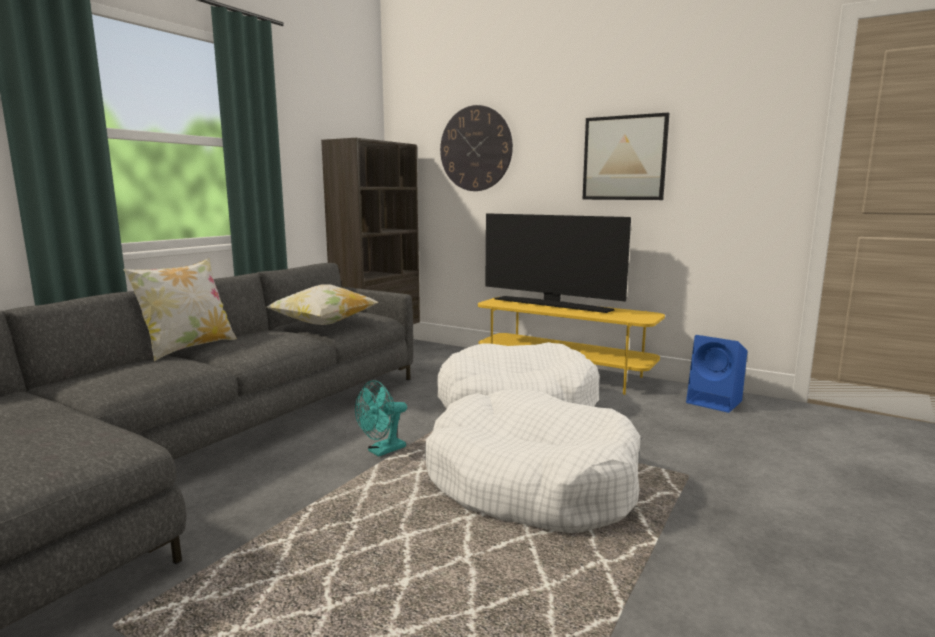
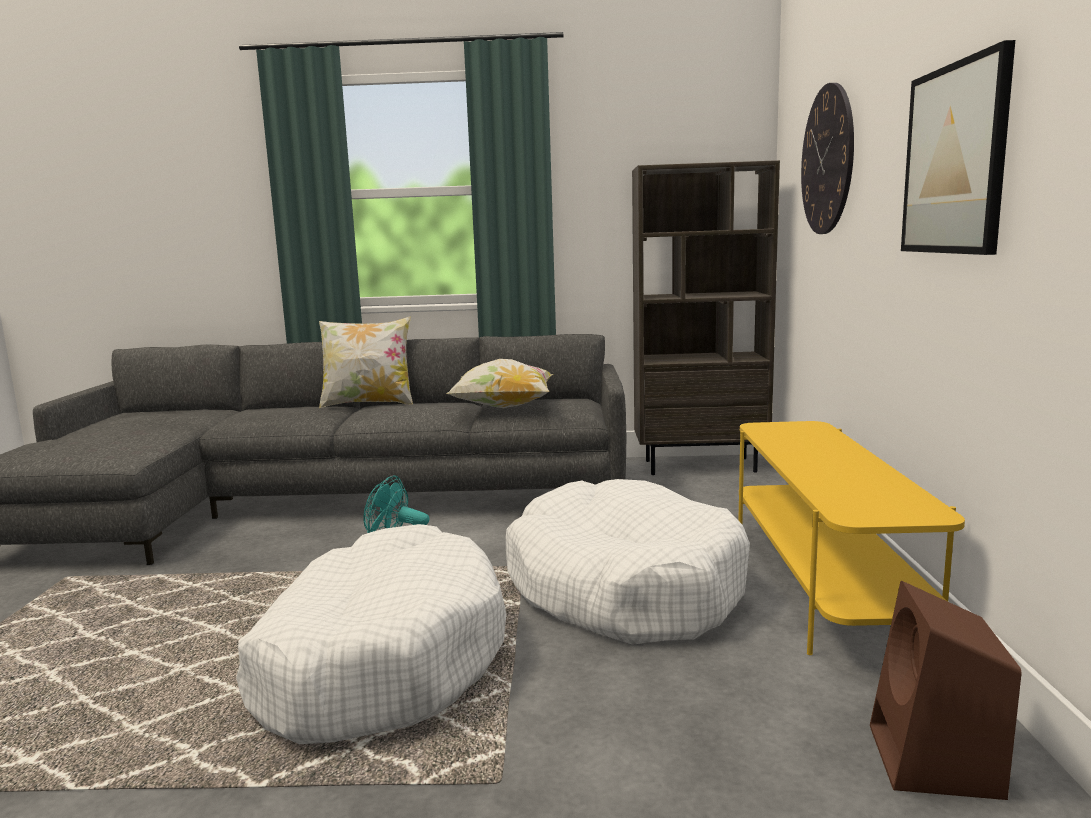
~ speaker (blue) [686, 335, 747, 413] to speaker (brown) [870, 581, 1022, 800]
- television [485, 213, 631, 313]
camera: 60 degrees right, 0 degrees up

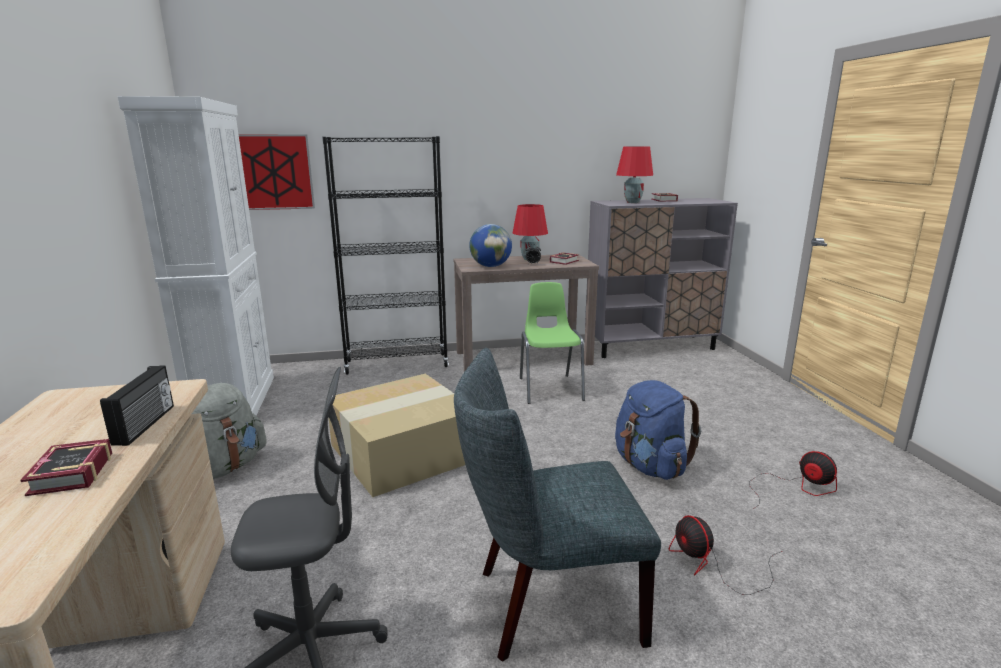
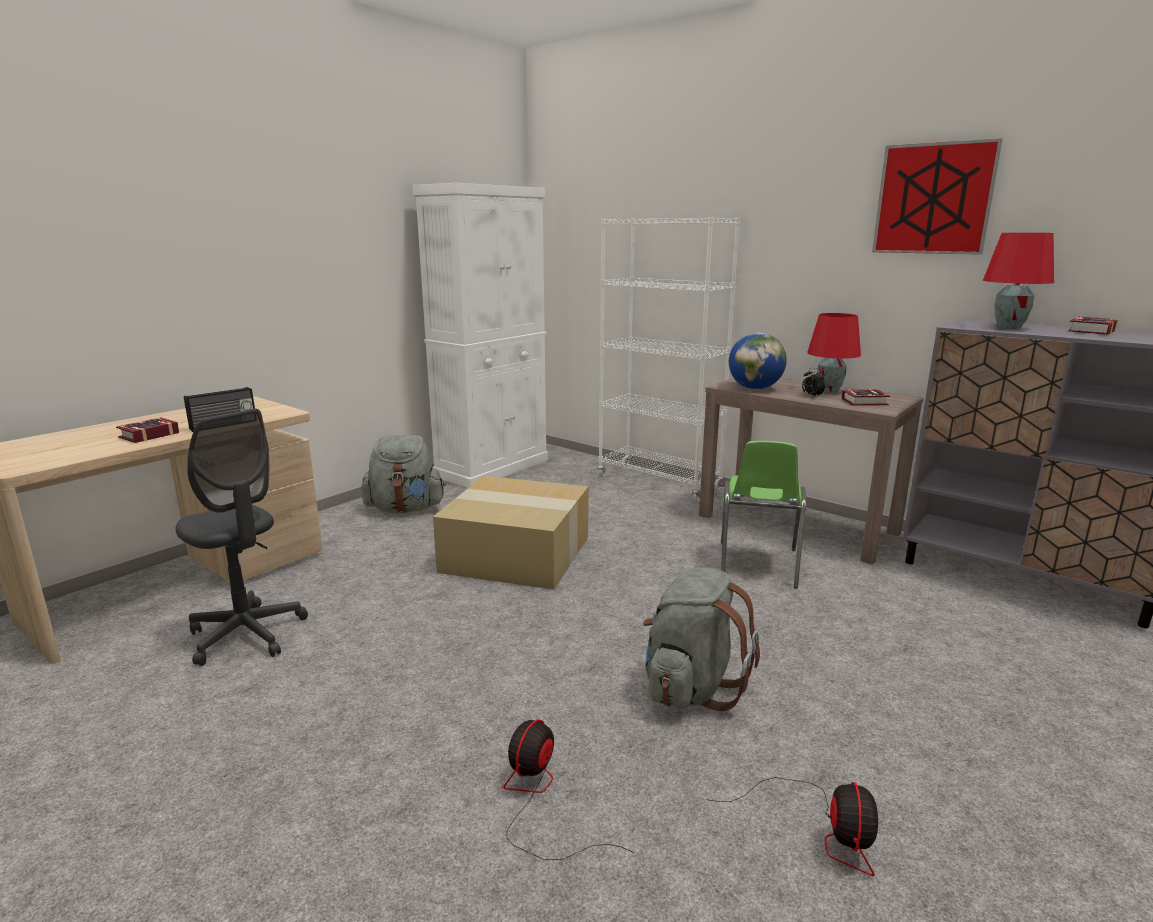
~ bookcase (black) [322, 136, 449, 375] to bookcase (white) [598, 217, 740, 503]
~ backpack (blue) [615, 380, 701, 480] to backpack (grey) [643, 568, 760, 711]
~ chair (green) [520, 282, 585, 404] = [721, 441, 806, 588] 150 degrees clockwise
~ picture [239, 134, 315, 210] to [872, 138, 1003, 255]
- chair (grey) [454, 348, 661, 662]
camera: 50 degrees right, 0 degrees up

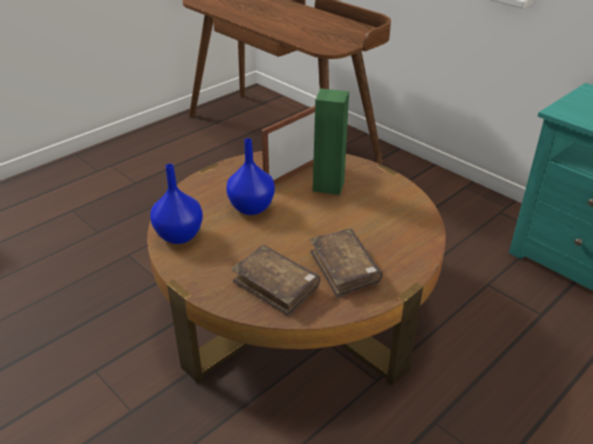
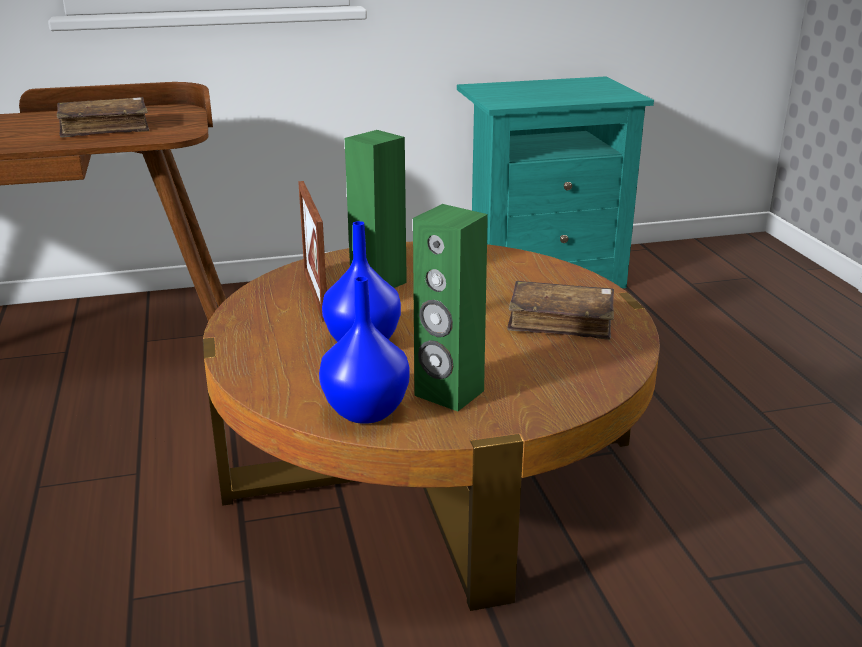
~ book (brown) [231, 245, 320, 316] to [57, 97, 149, 138]
+ speaker (green) [413, 204, 488, 411]
camera: 60 degrees left, 10 degrees down

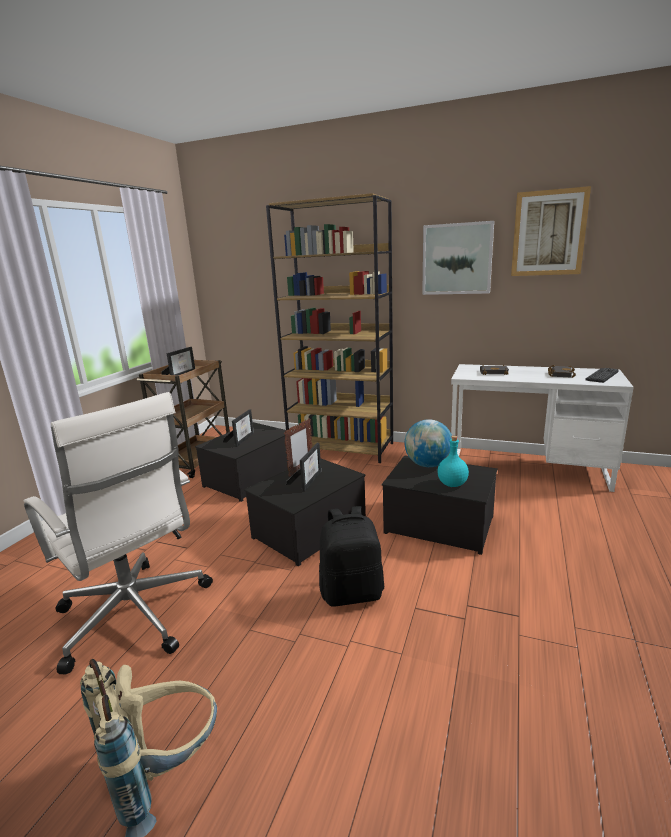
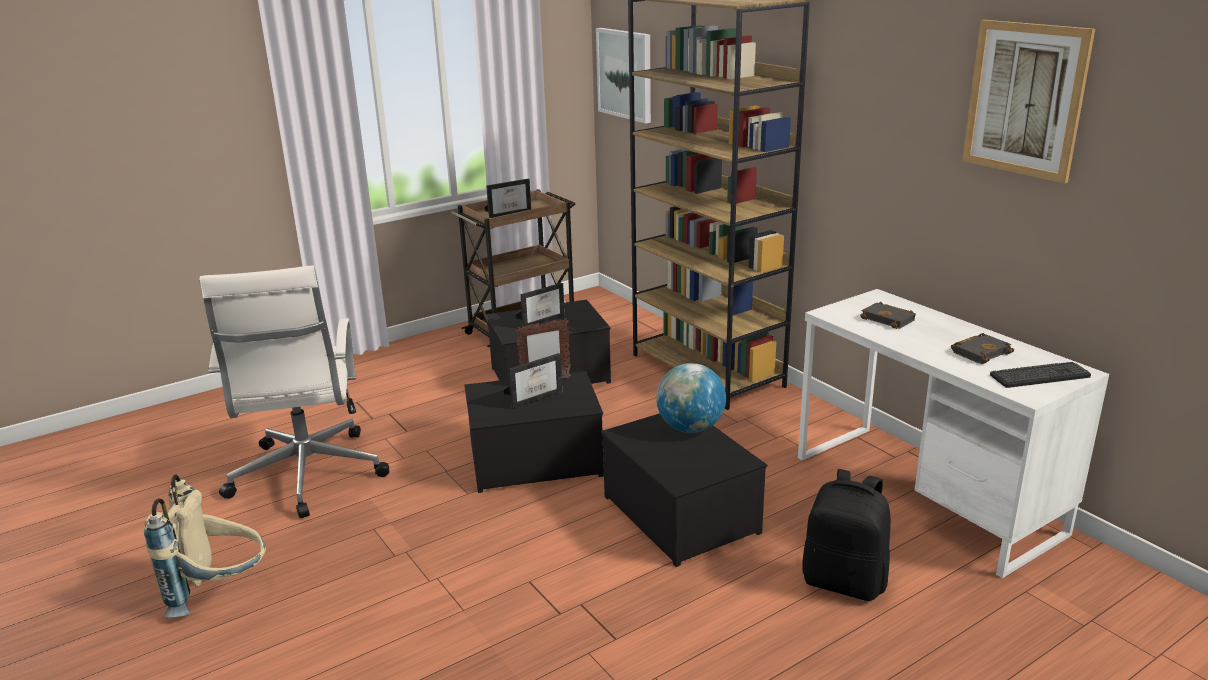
~ picture [422, 221, 494, 295] to [596, 28, 651, 123]
~ backpack (black) [319, 506, 384, 607] to [802, 469, 891, 601]
- bottle (turquoise) [437, 436, 469, 487]
camera: 35 degrees right, 5 degrees up

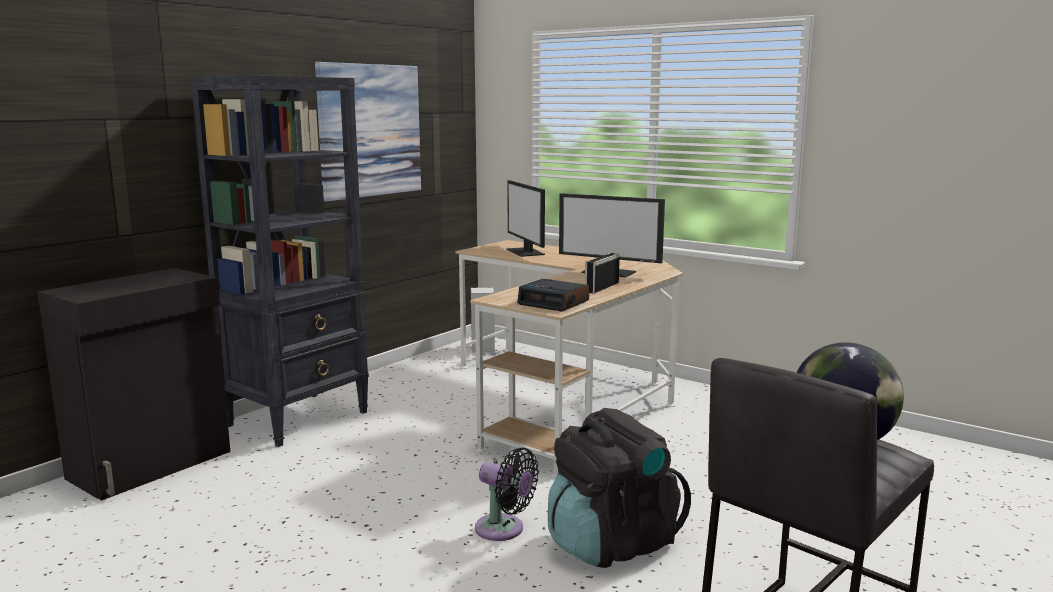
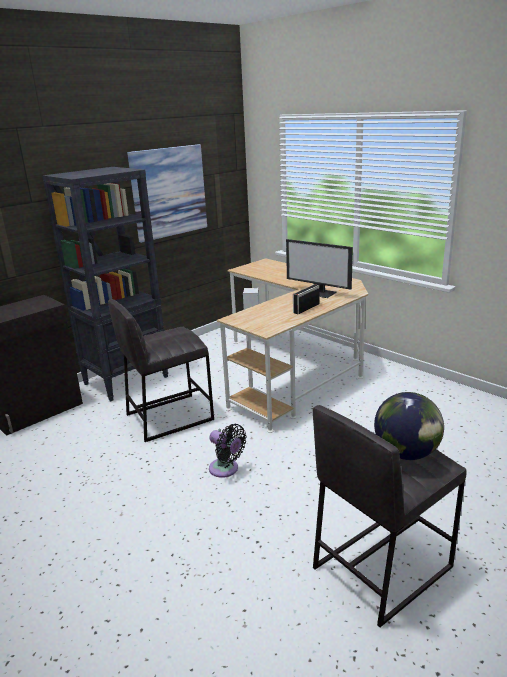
+ stool (grey) [108, 299, 214, 442]
- monitor [506, 180, 545, 257]
- alarm clock [517, 279, 589, 311]
- backpack (black) [548, 408, 691, 568]
camera: 10 degrees right, 10 degrees up

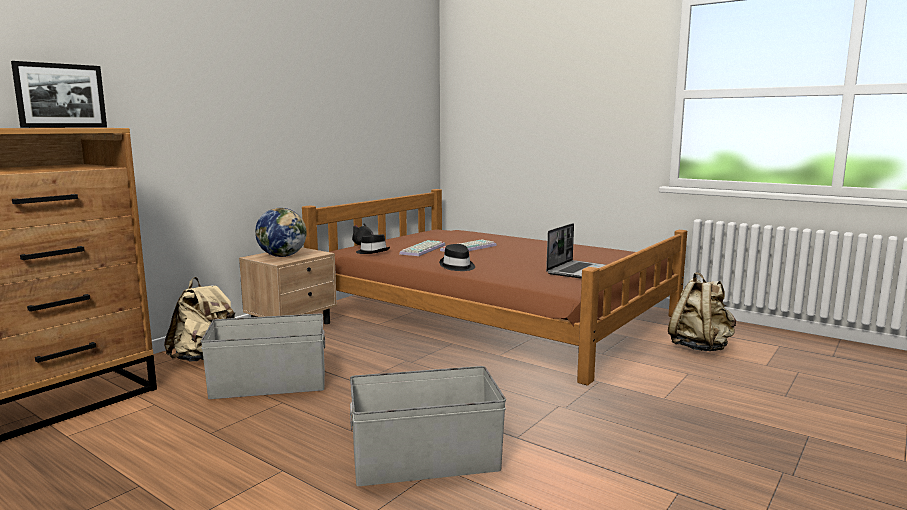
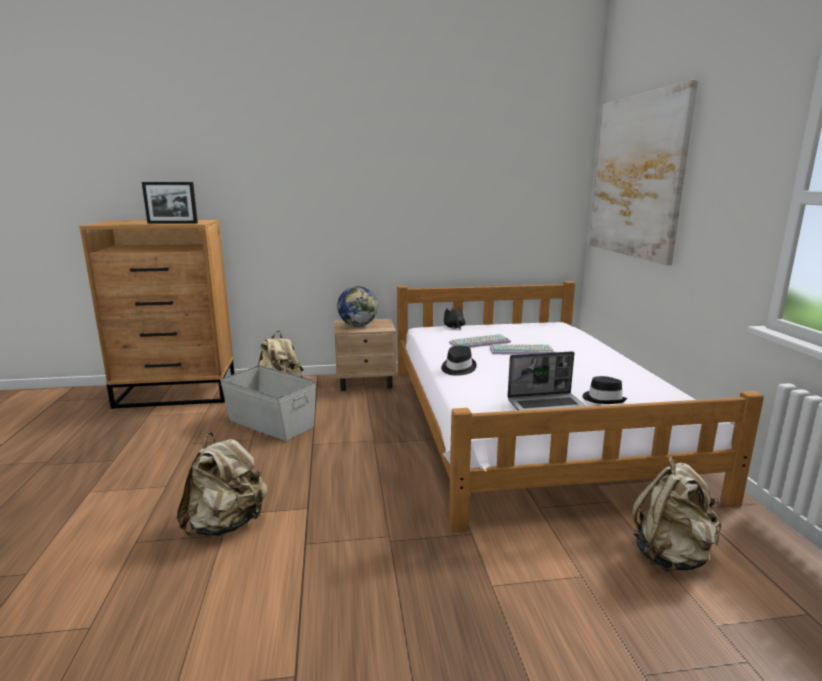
~ storage box (grey) [350, 366, 506, 486] to backpack (beige) [177, 432, 268, 536]
~ bed (brown) [302, 189, 687, 386] to bed (white) [397, 281, 764, 532]
~ hat (black) [356, 234, 390, 254] to [582, 376, 627, 404]
+ picture [590, 80, 698, 265]
camera: 45 degrees right, 5 degrees up

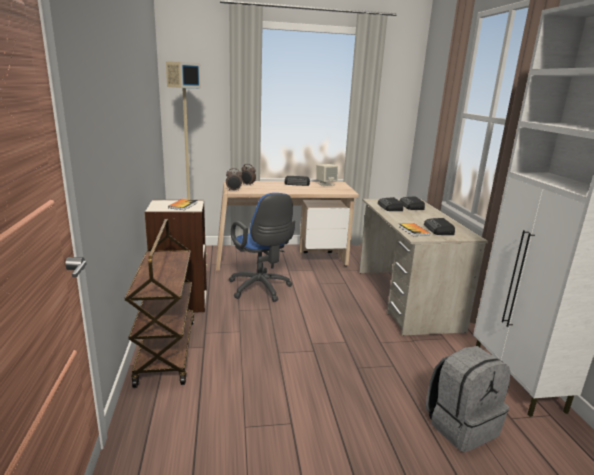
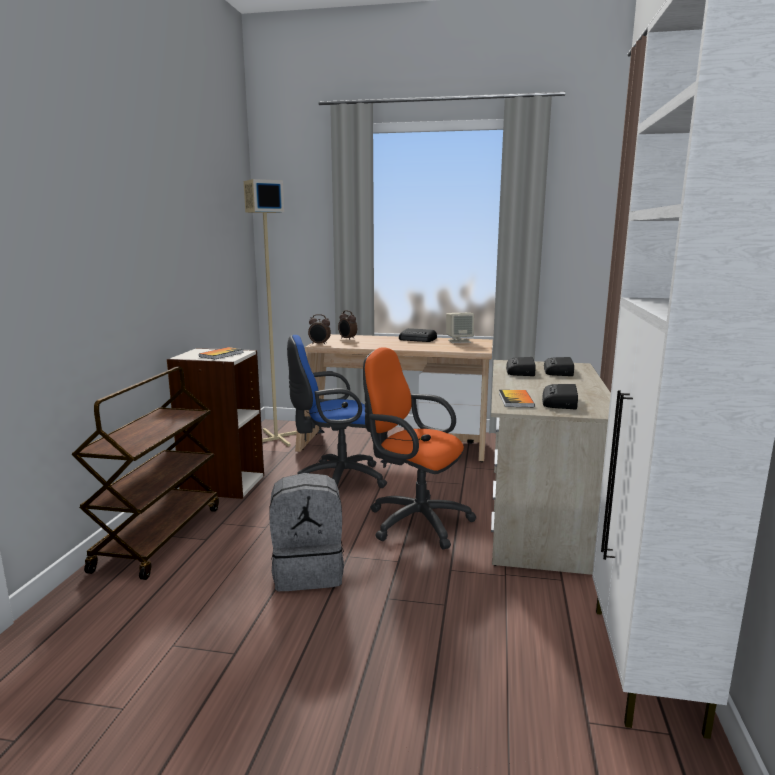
~ backpack (grey) [426, 346, 511, 452] to [269, 473, 344, 591]
~ office chair (blue) [229, 193, 295, 302] = [287, 335, 387, 488] 90 degrees clockwise
+ office chair (orange) [363, 347, 476, 549]
camera: 20 degrees right, 5 degrees down

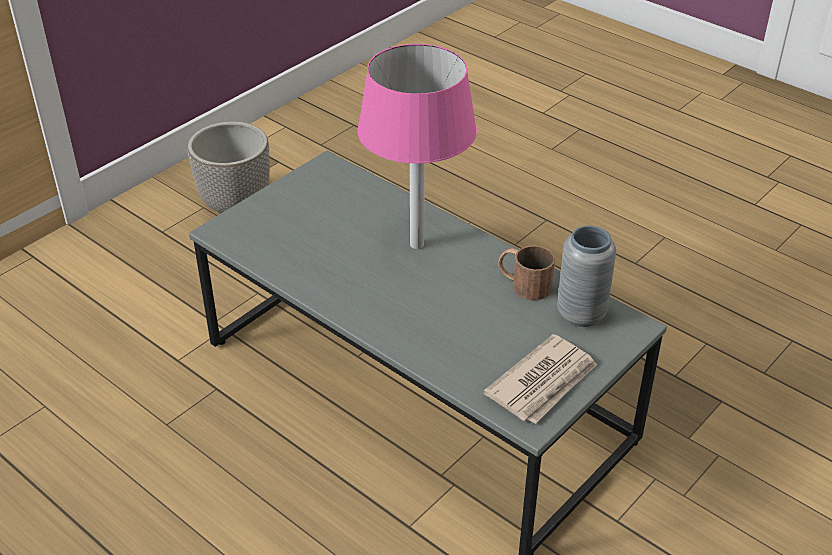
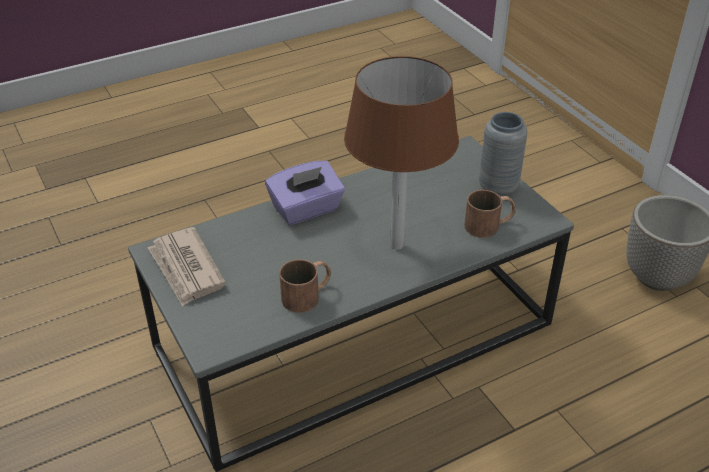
+ tissue box (purple) [265, 161, 345, 225]
~ table lamp (pink) [357, 44, 477, 249] to table lamp (brown) [344, 56, 459, 250]
+ mug (brown) [465, 190, 516, 238]
~ vase (grey) [557, 225, 616, 327] to [479, 112, 528, 197]
camera: 110 degrees right, 0 degrees up

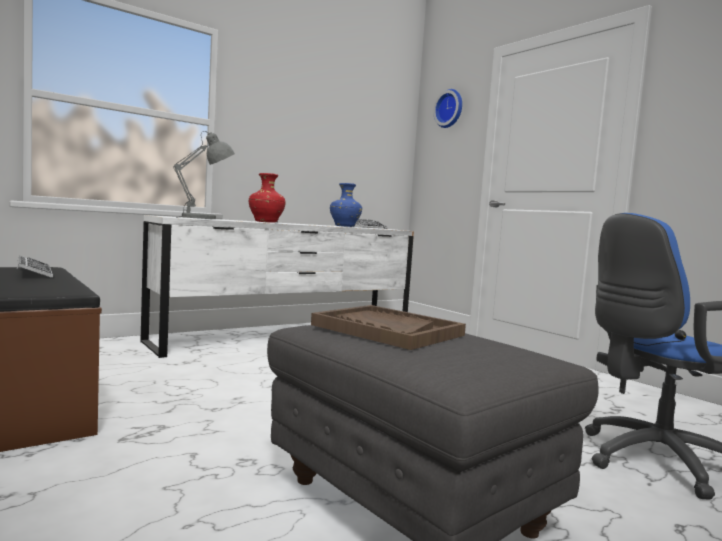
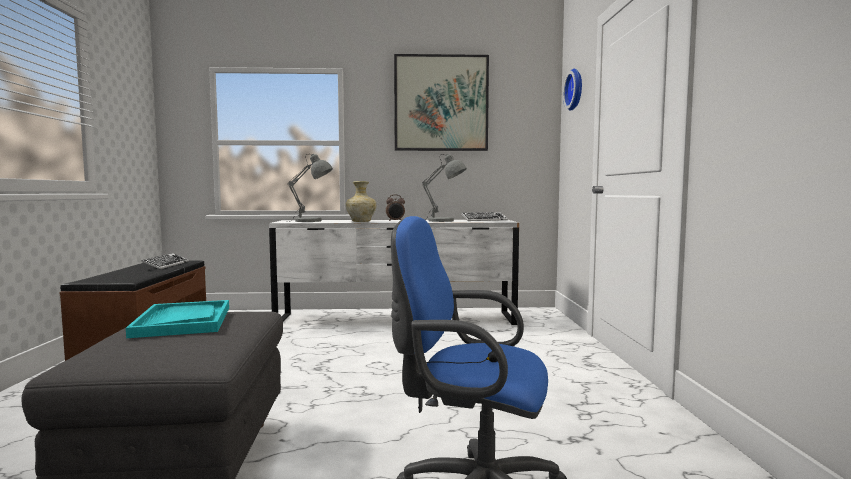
~ tray (brown) [311, 305, 466, 350] to tray (turquoise) [126, 300, 229, 338]
~ vase (red) [249, 173, 286, 223] to vase (beige) [346, 181, 377, 222]
+ alarm clock [386, 195, 405, 221]
+ picture [394, 54, 489, 151]
~ vase (blue) [330, 183, 362, 227] to table lamp (grey) [422, 154, 467, 222]
camera: 35 degrees right, 0 degrees up

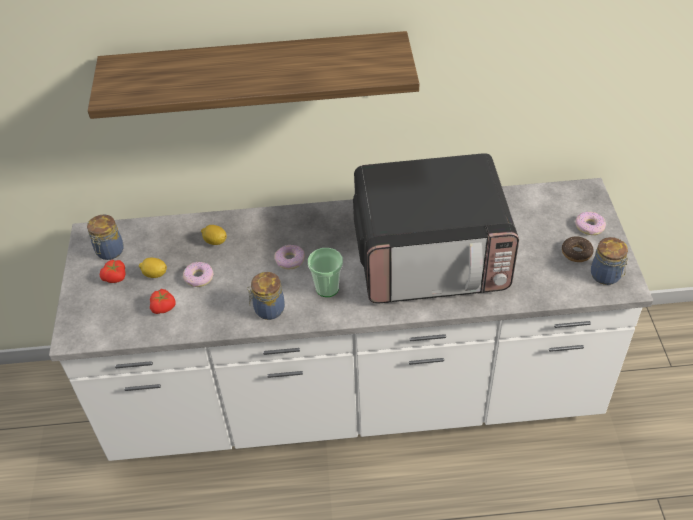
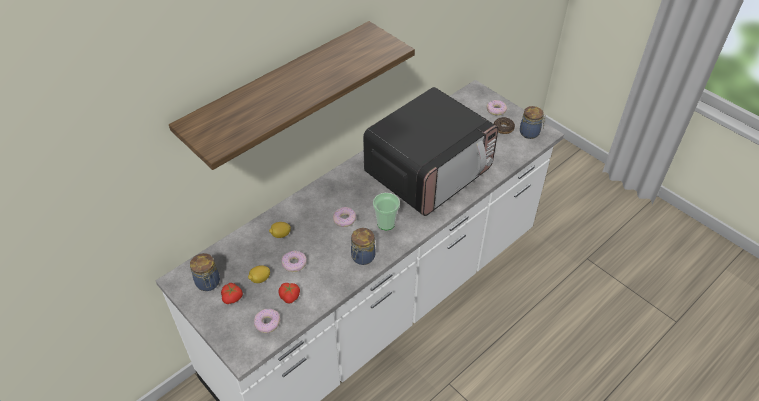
+ donut [254, 309, 280, 333]
camera: 40 degrees left, 0 degrees up

